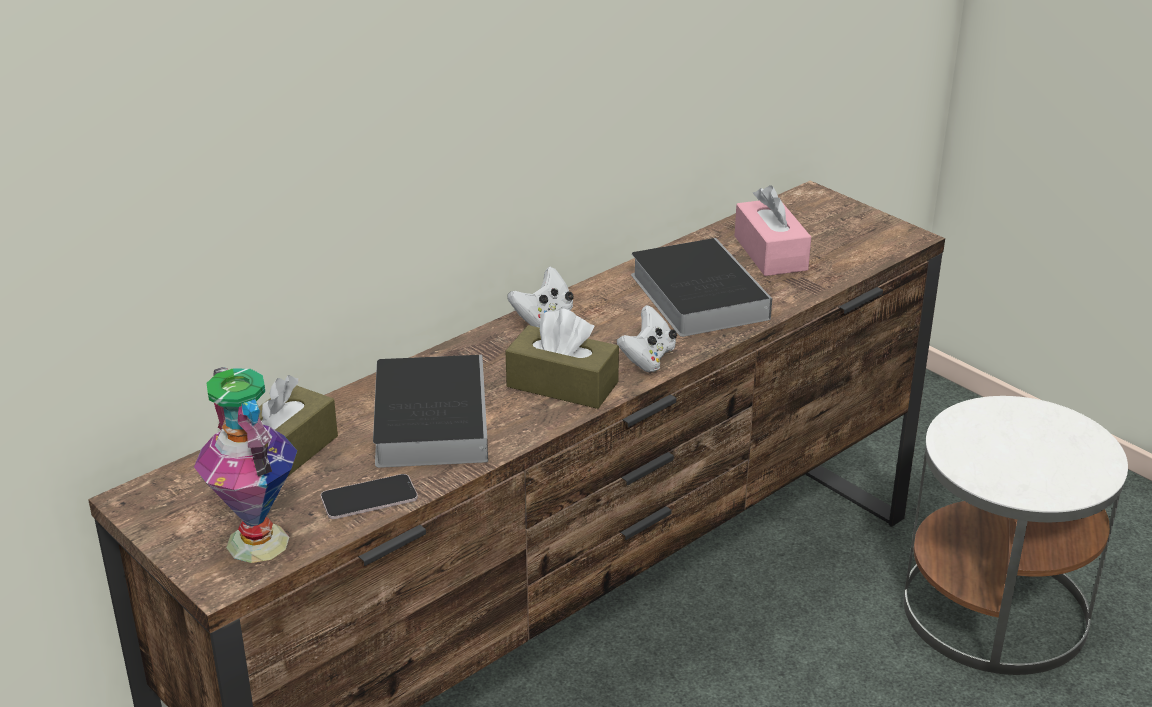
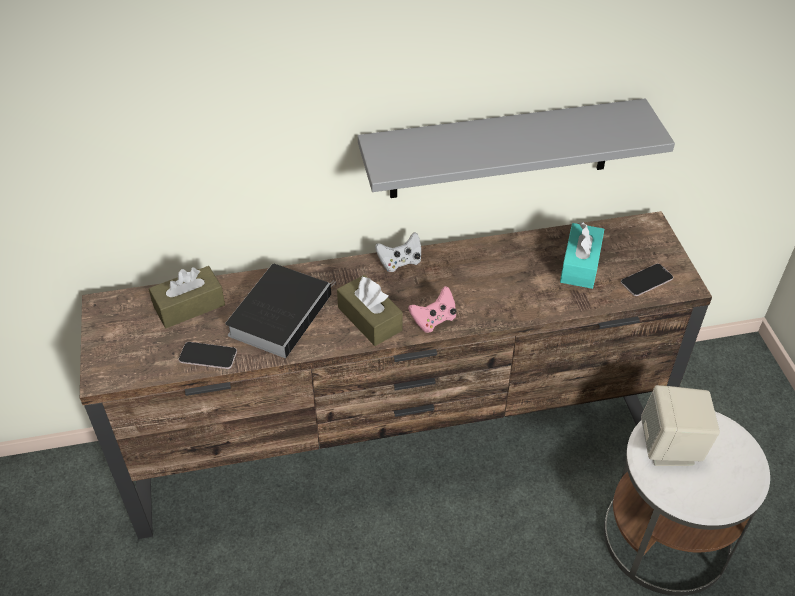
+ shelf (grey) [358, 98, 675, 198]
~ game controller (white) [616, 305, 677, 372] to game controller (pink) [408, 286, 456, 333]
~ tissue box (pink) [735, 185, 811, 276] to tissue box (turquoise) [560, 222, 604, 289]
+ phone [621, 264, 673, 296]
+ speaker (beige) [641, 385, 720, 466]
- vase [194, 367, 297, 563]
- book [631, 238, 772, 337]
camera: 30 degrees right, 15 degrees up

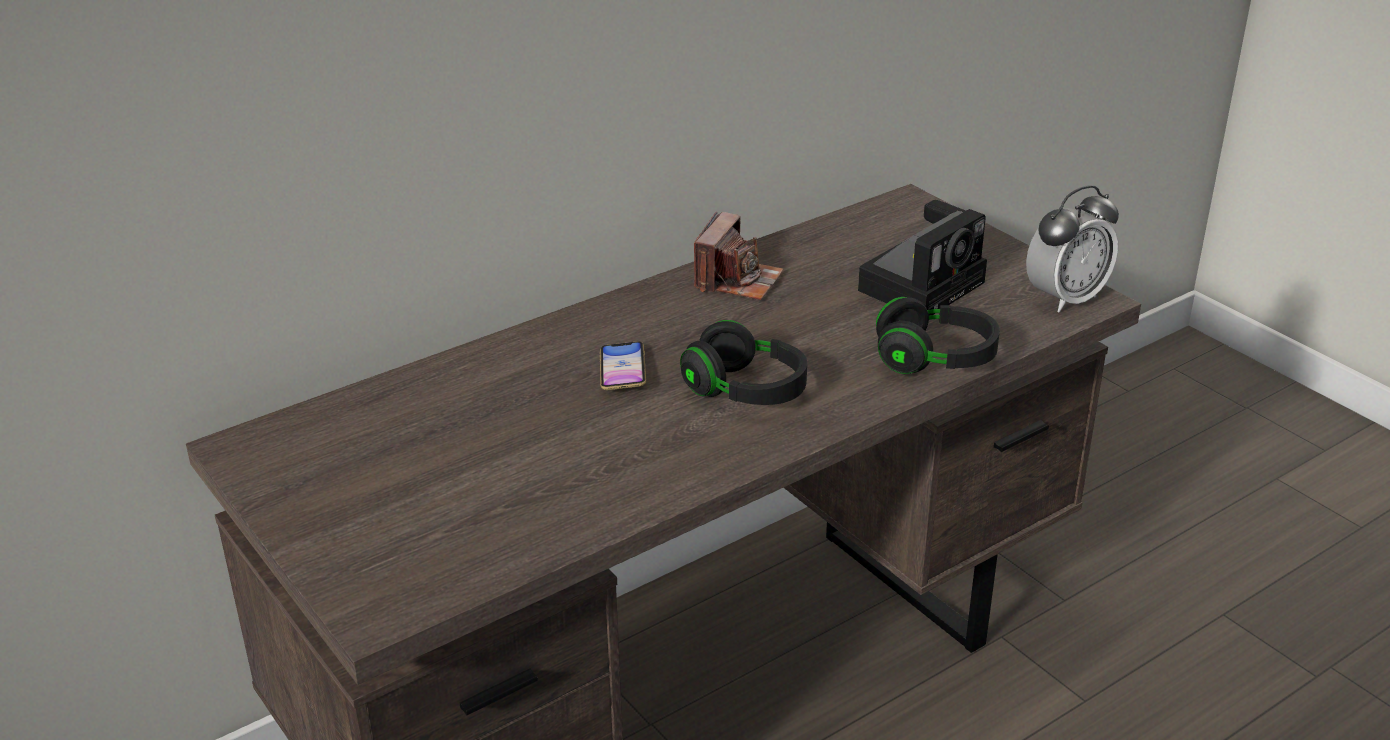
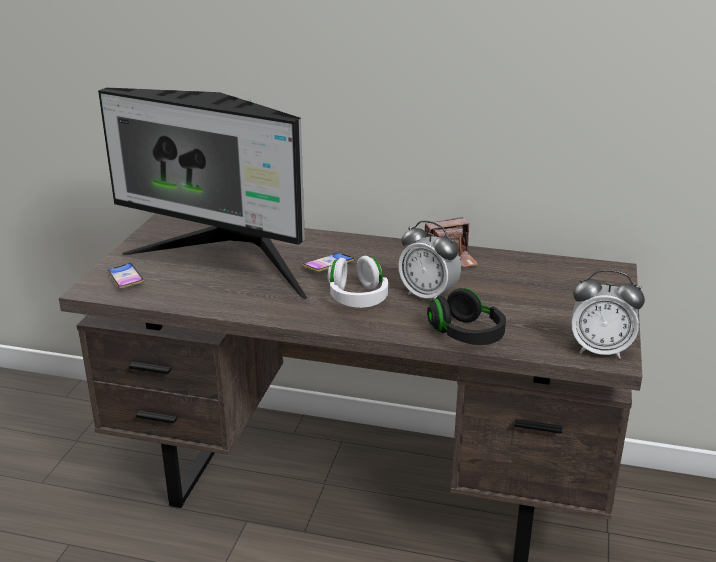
+ monitor [98, 87, 308, 300]
+ phone [107, 263, 144, 289]
~ headphones (black) [680, 320, 807, 405] to headphones (white) [328, 256, 388, 308]
+ alarm clock [398, 221, 461, 299]
- photo camera [858, 200, 987, 315]
camera: 50 degrees right, 5 degrees down

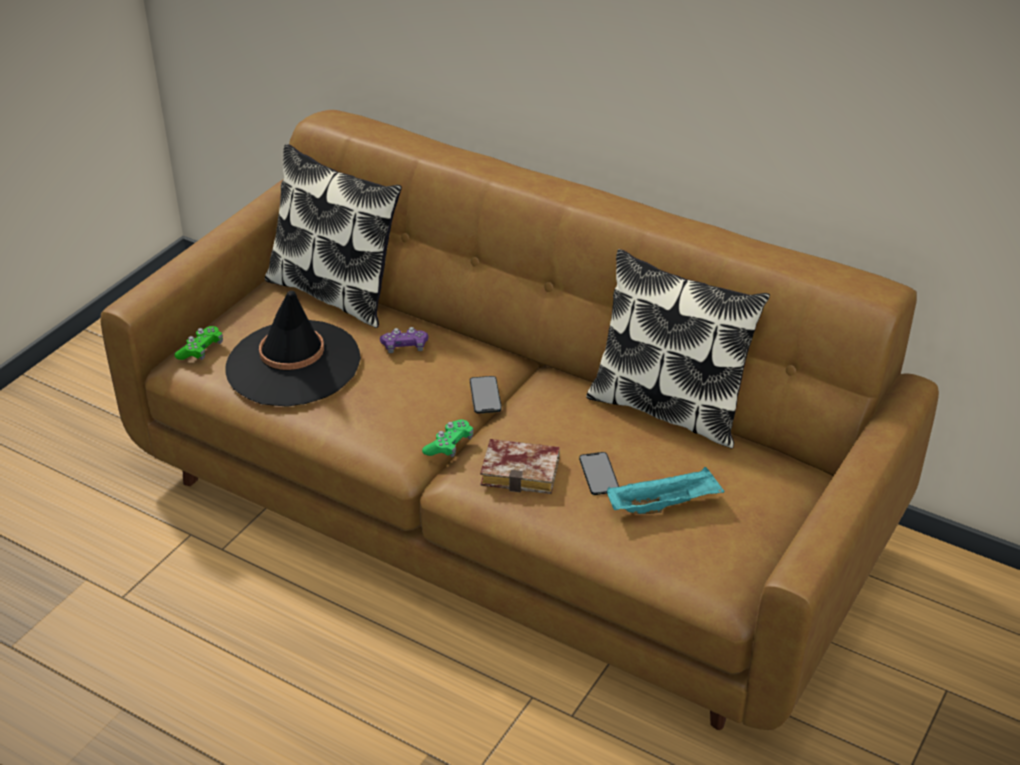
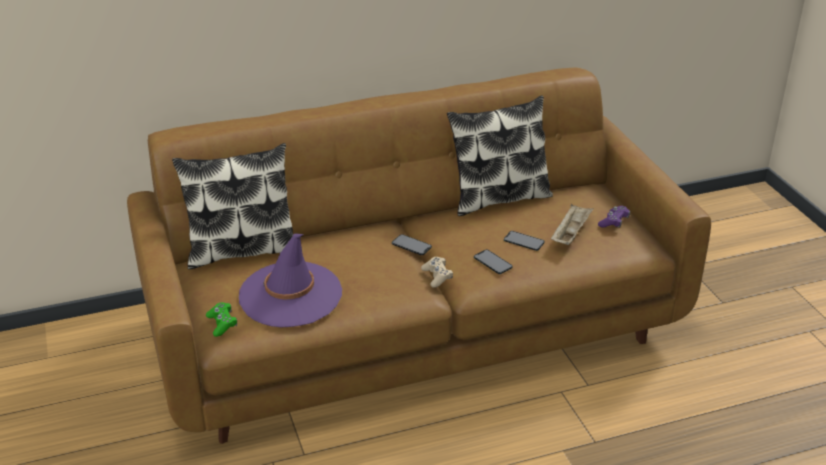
~ hat (black) [225, 291, 361, 407] to hat (purple) [239, 233, 342, 328]
~ game controller (green) [422, 420, 474, 457] to game controller (beige) [421, 257, 453, 288]
~ book [480, 439, 560, 494] to phone [474, 250, 513, 274]
~ tray (turquoise) [607, 467, 725, 514] to tray (beige) [551, 204, 594, 245]
~ game controller (purple) [380, 327, 428, 353] to [598, 206, 630, 228]
camera: 50 degrees left, 5 degrees down

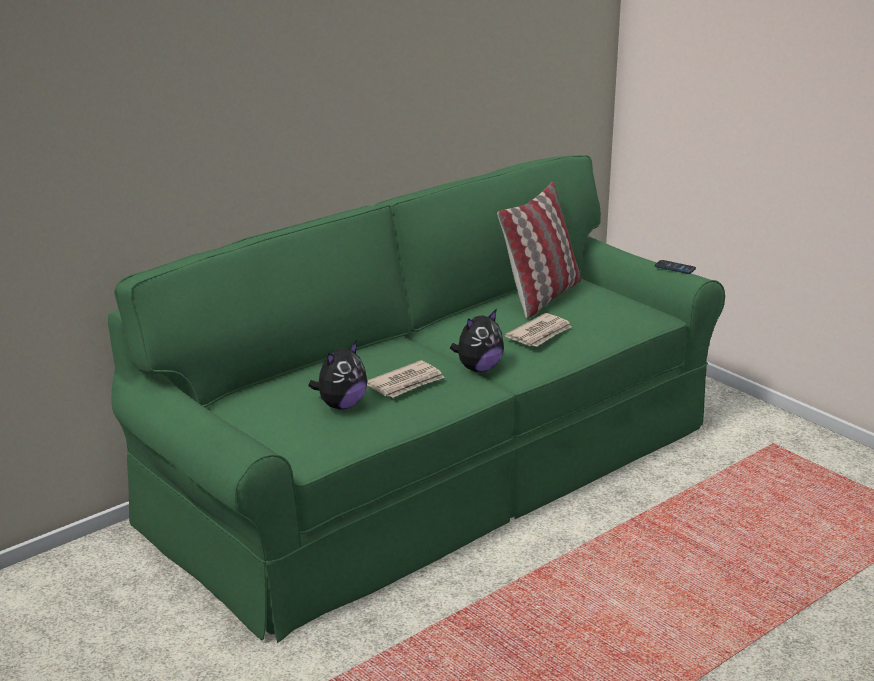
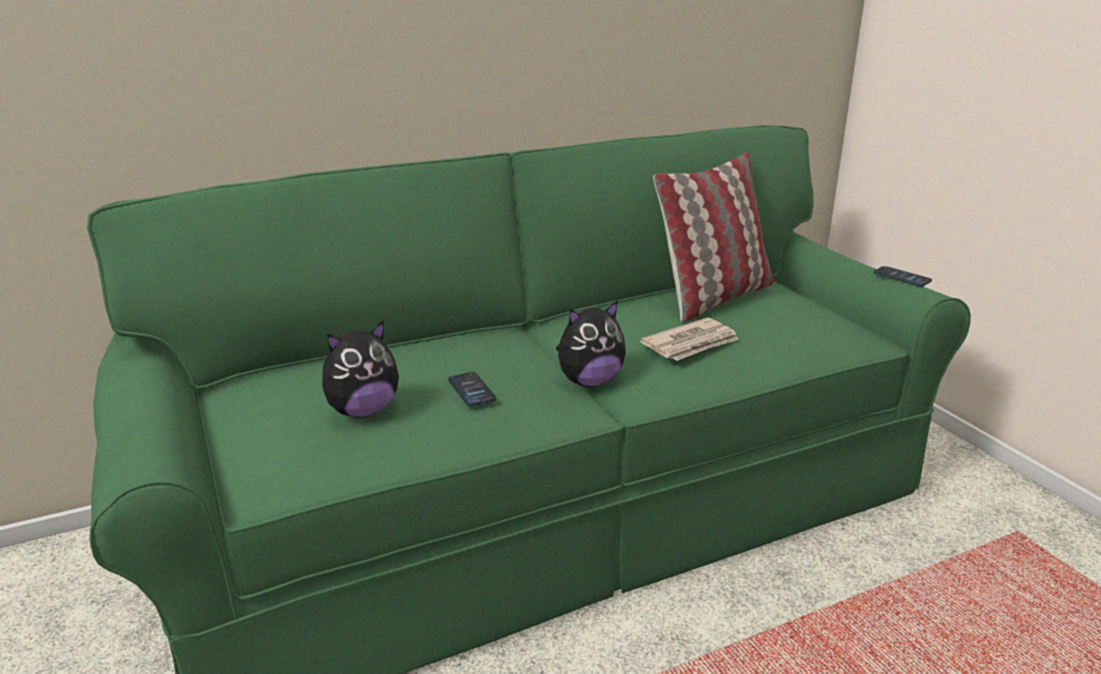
~ newspaper [367, 360, 445, 398] to phone [448, 372, 496, 406]
camera: 15 degrees right, 0 degrees up

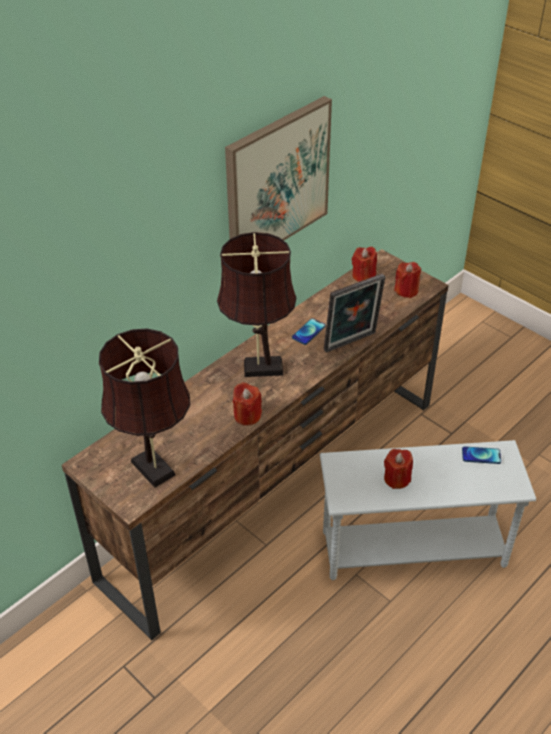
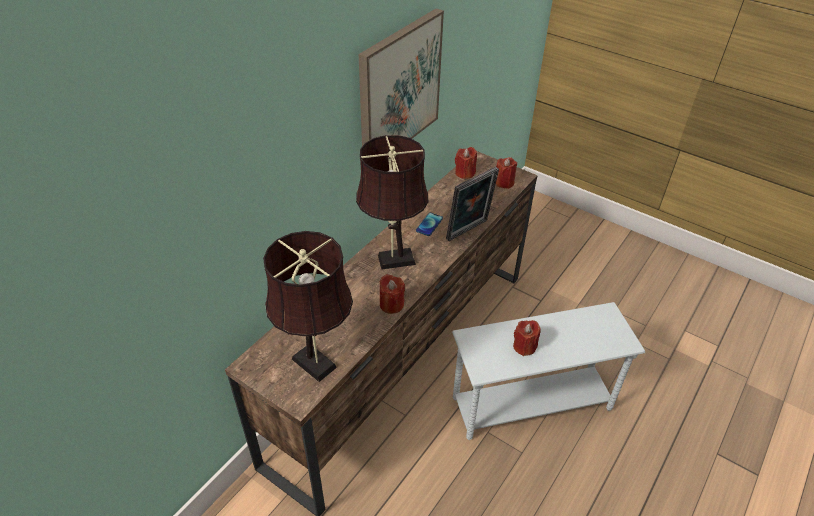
- phone [462, 446, 501, 464]
camera: 10 degrees left, 0 degrees up

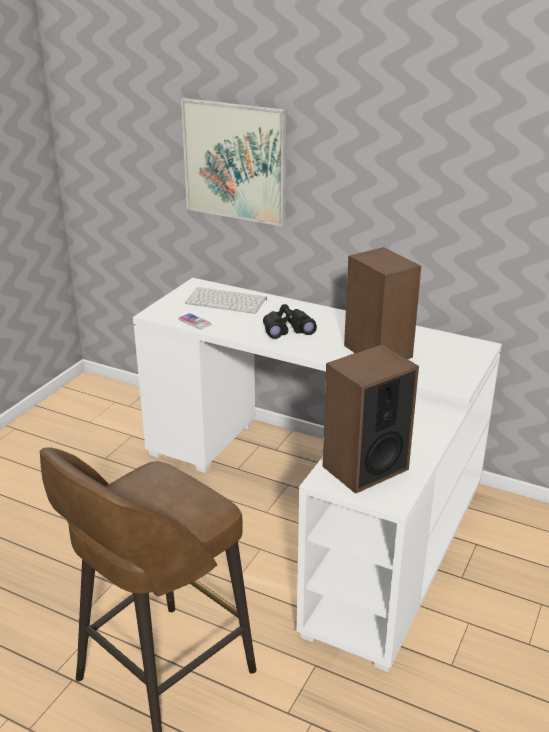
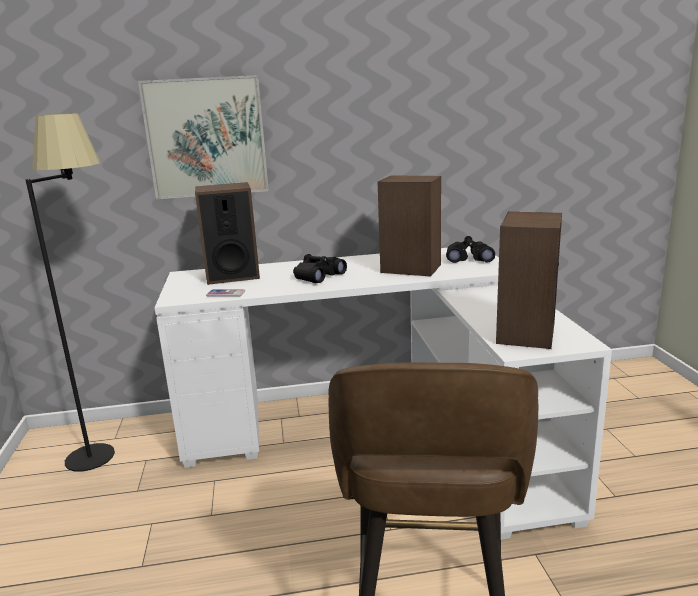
+ floor lamp (black) [26, 113, 115, 472]
~ keyboard [185, 287, 267, 314] to speaker [195, 182, 260, 285]
+ binoculars (black) [446, 236, 495, 263]
camera: 35 degrees left, 10 degrees down

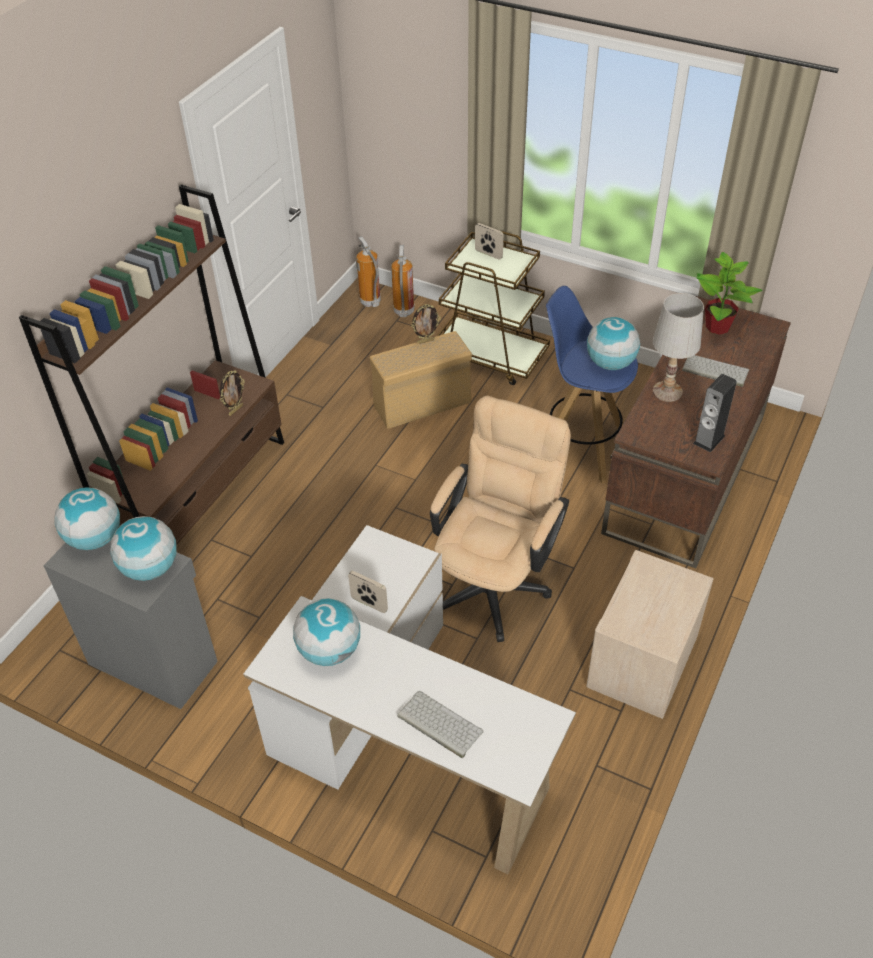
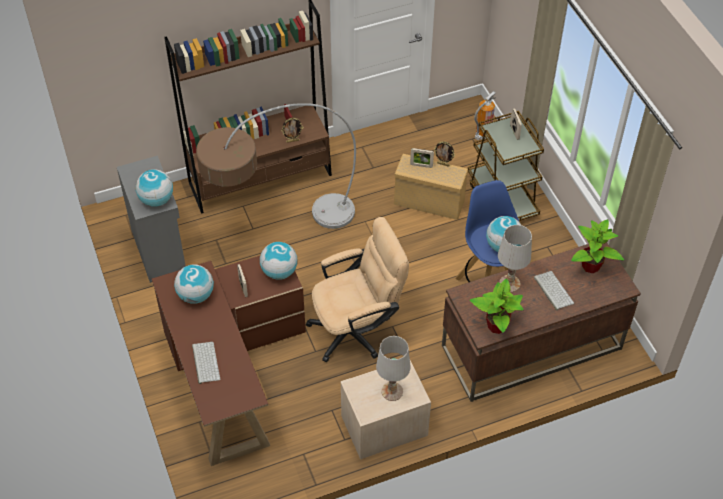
~ desk (white) [243, 525, 576, 874] to desk (brown) [152, 256, 306, 466]
+ floor lamp [196, 103, 356, 229]
~ globe [54, 487, 120, 550] to [260, 242, 298, 280]
+ table lamp (white) [376, 336, 411, 401]
+ picture frame [410, 148, 434, 168]
~ speaker [693, 374, 737, 453] to potted plant [470, 278, 524, 334]
- fire extinguisher [356, 236, 381, 307]
camera: 40 degrees right, 5 degrees up

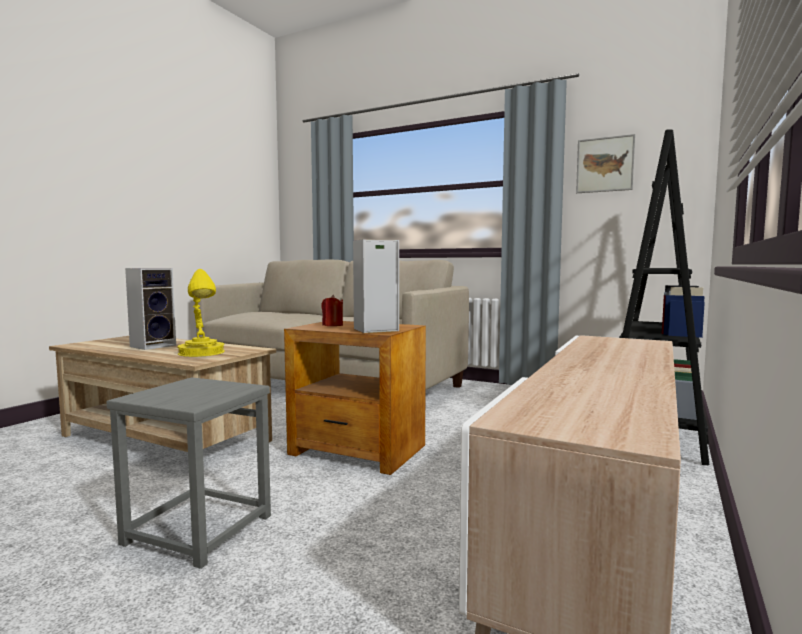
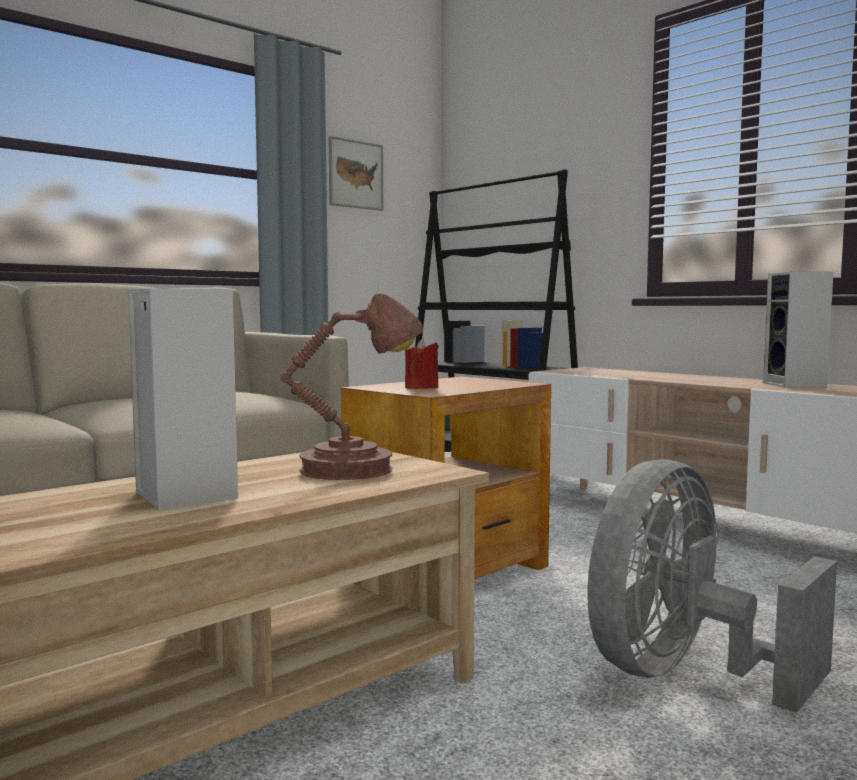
~ table lamp (yellow) [177, 269, 225, 357] to table lamp (brown) [280, 293, 423, 480]
~ stool (grey) [107, 377, 271, 569] to fan (grey) [587, 459, 837, 713]
~ speaker [353, 239, 399, 333] to [763, 272, 833, 388]
camera: 70 degrees left, 0 degrees up

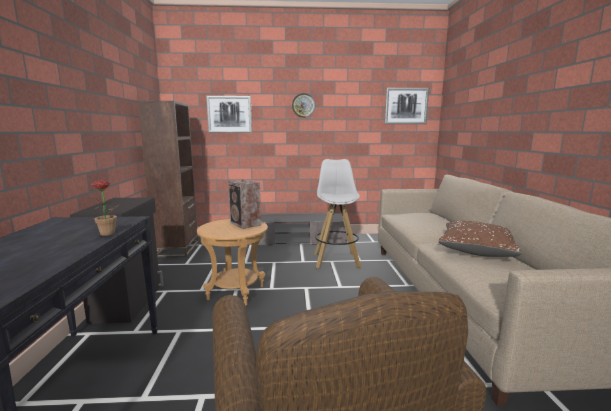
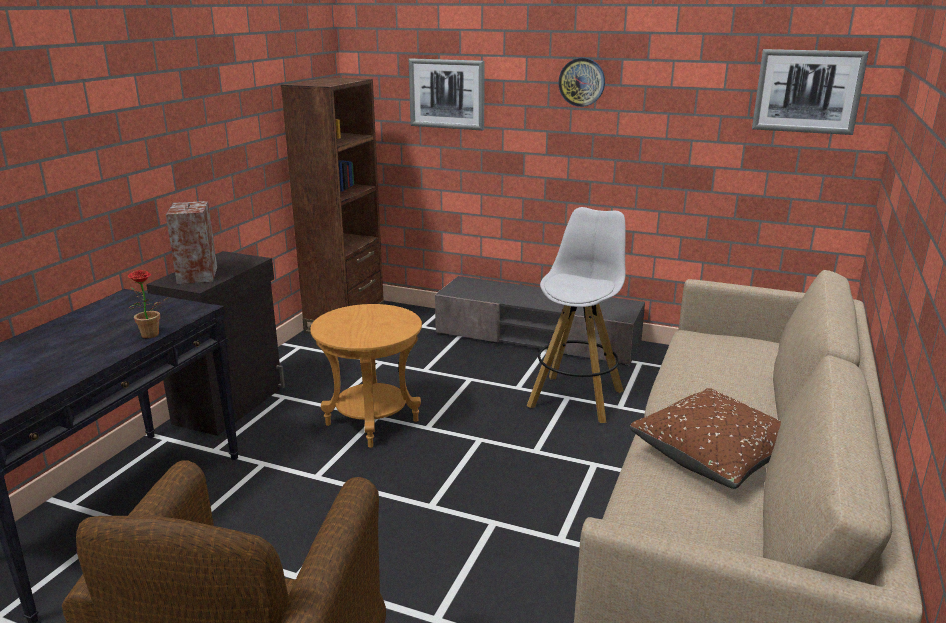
~ speaker [228, 179, 261, 229] to [166, 201, 217, 284]
camera: 25 degrees right, 10 degrees up

